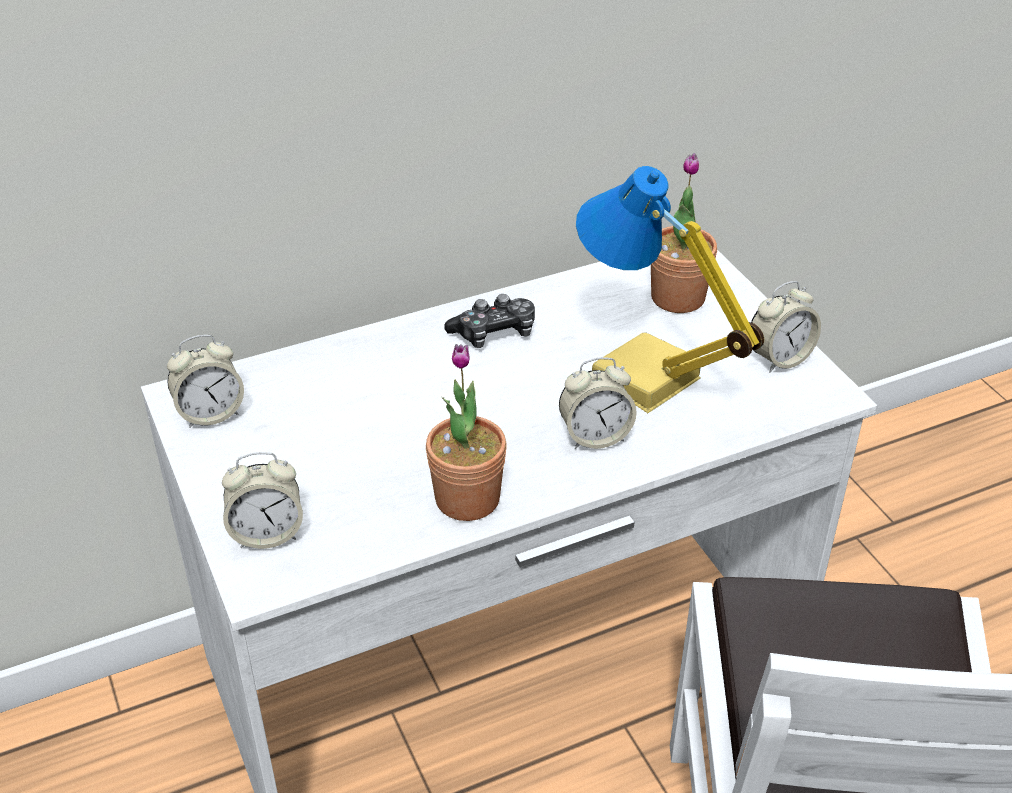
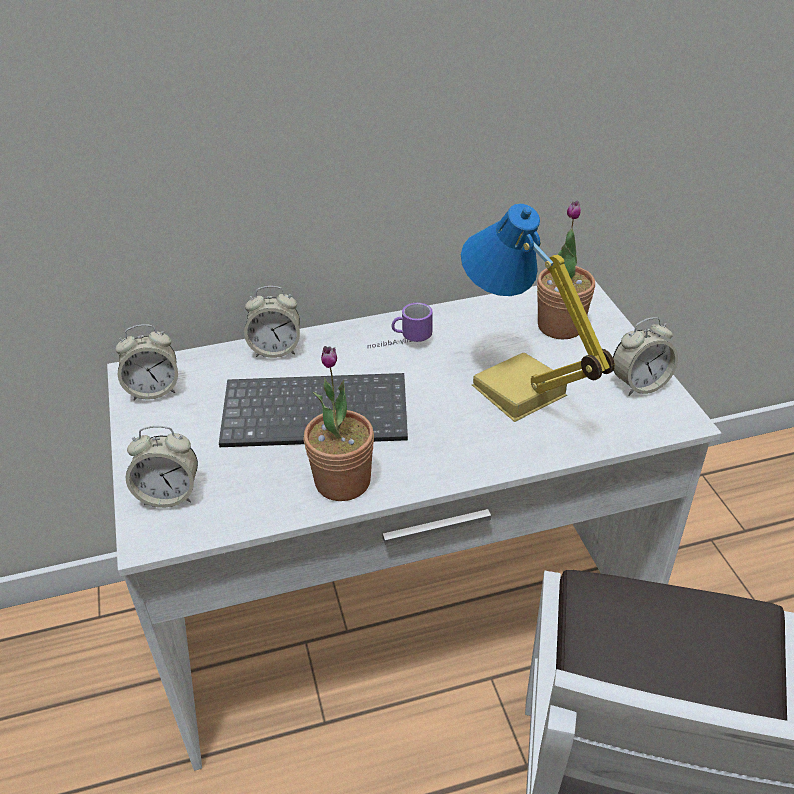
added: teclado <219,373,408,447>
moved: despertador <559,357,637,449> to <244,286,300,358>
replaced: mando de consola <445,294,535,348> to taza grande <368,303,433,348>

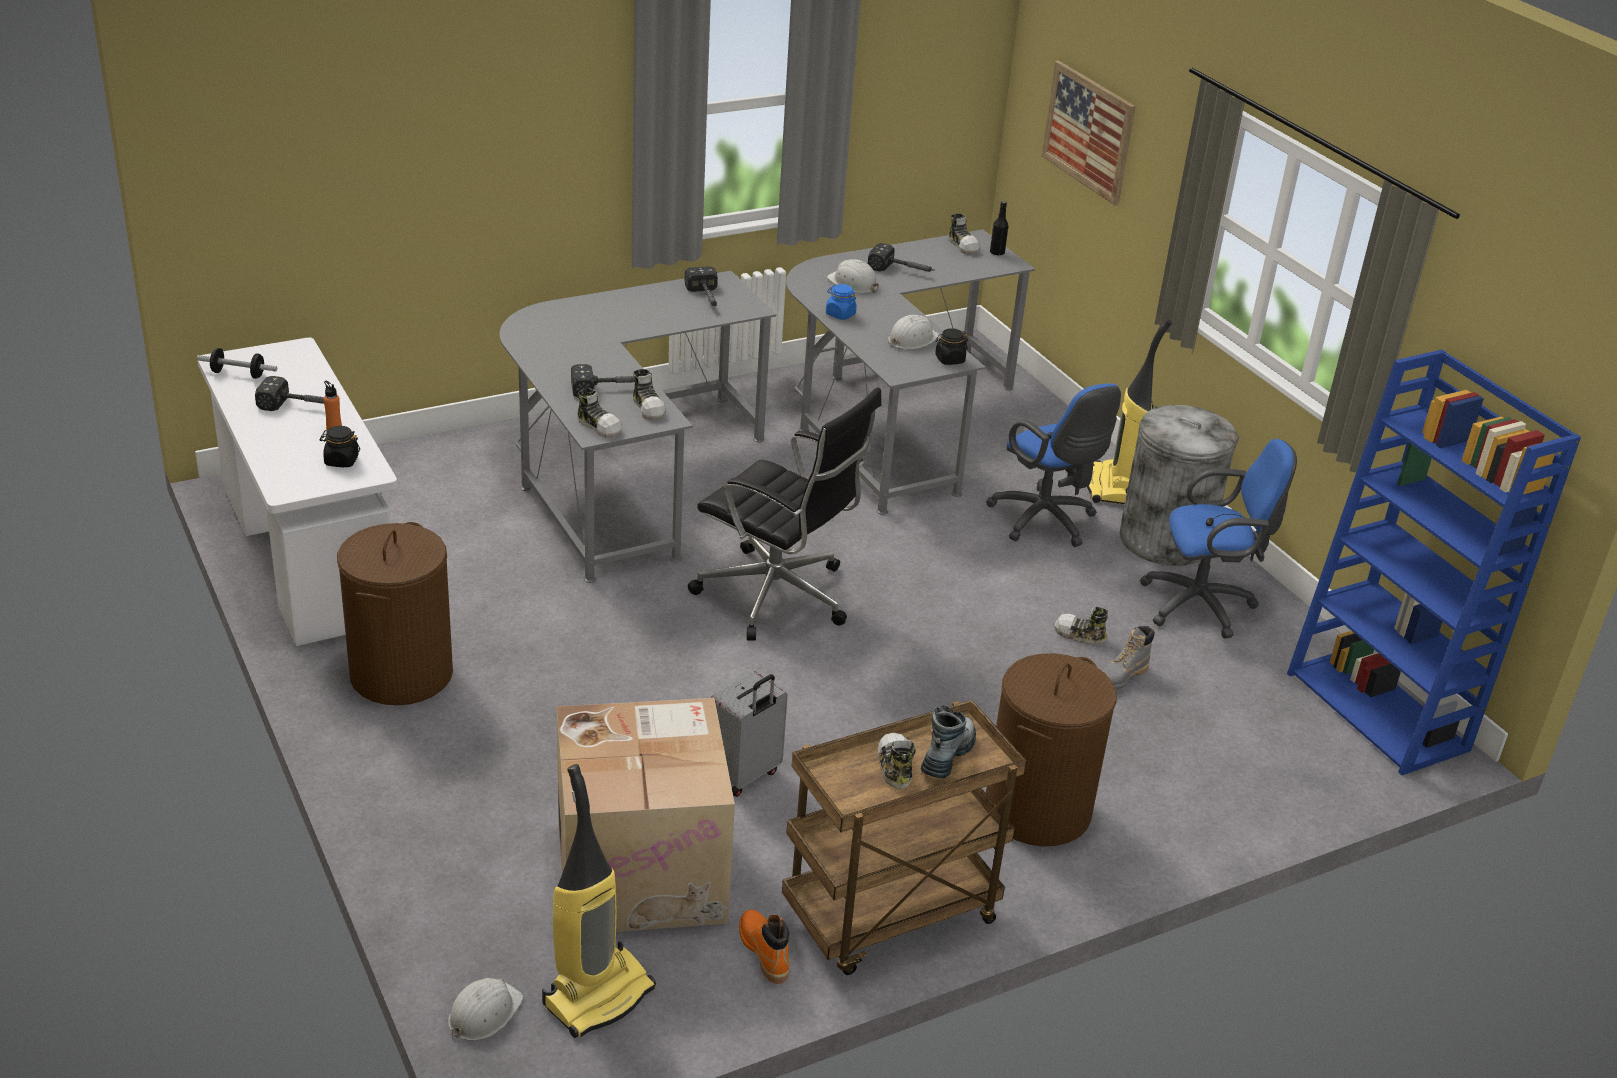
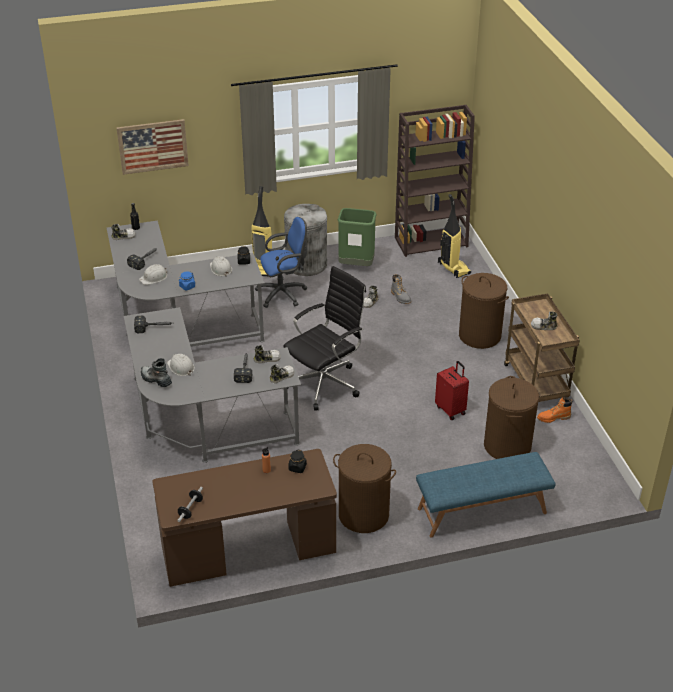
removed: martillo <255,376,324,411>
added: banco/azul <416,452,556,538>
moved: casco/blanco <448,978,523,1041> to <167,354,195,376>; aspiradora <542,764,656,1038> to <438,194,471,278>; bota <920,705,976,778> to <141,358,172,387>
replaced: caja de cartón <556,698,735,932> to cesto de la ropa/marrón <484,376,539,459>; silla de oficina/azul <1140,439,1297,639> to papelera/verde <338,208,377,266>
recoloured: escritorio/blanco <198,337,397,646> to escritorio/marrón <152,449,337,587>; maleta/gris <711,671,788,797> to maleta/rojo <435,361,469,420>; estantería/azul <1287,350,1581,775> to estantería/marrón <395,105,475,257>

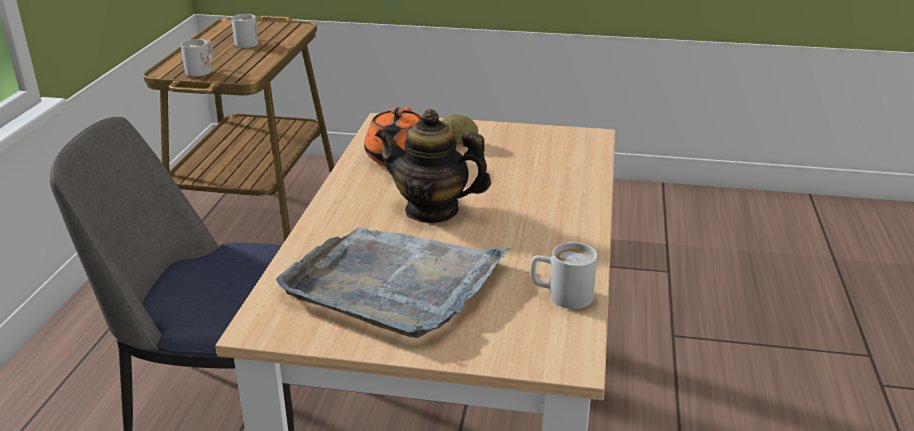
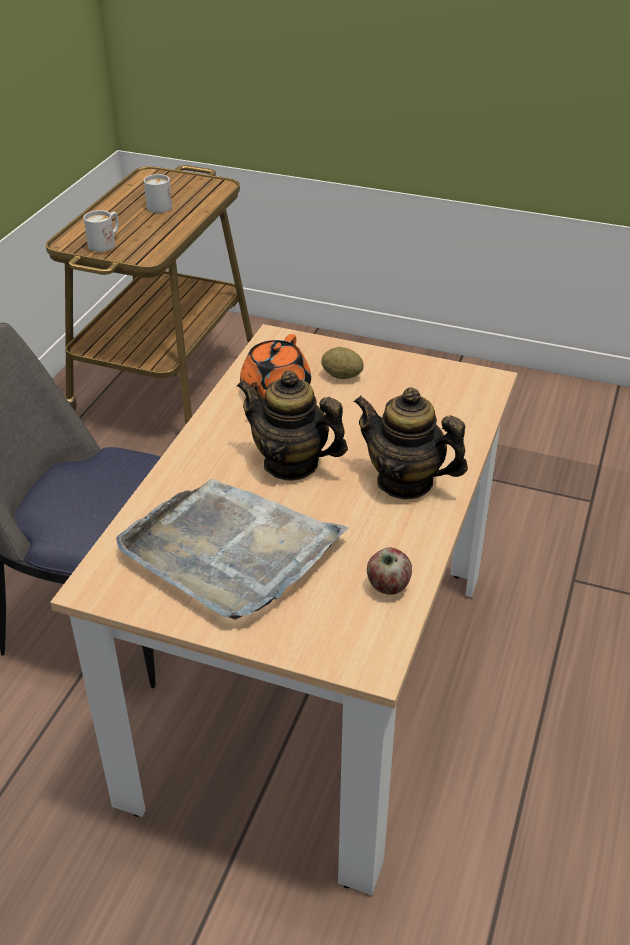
added: tetera <354,387,468,499>
replaced: taza grande/blanco <530,242,597,309> to manzana <367,548,412,595>

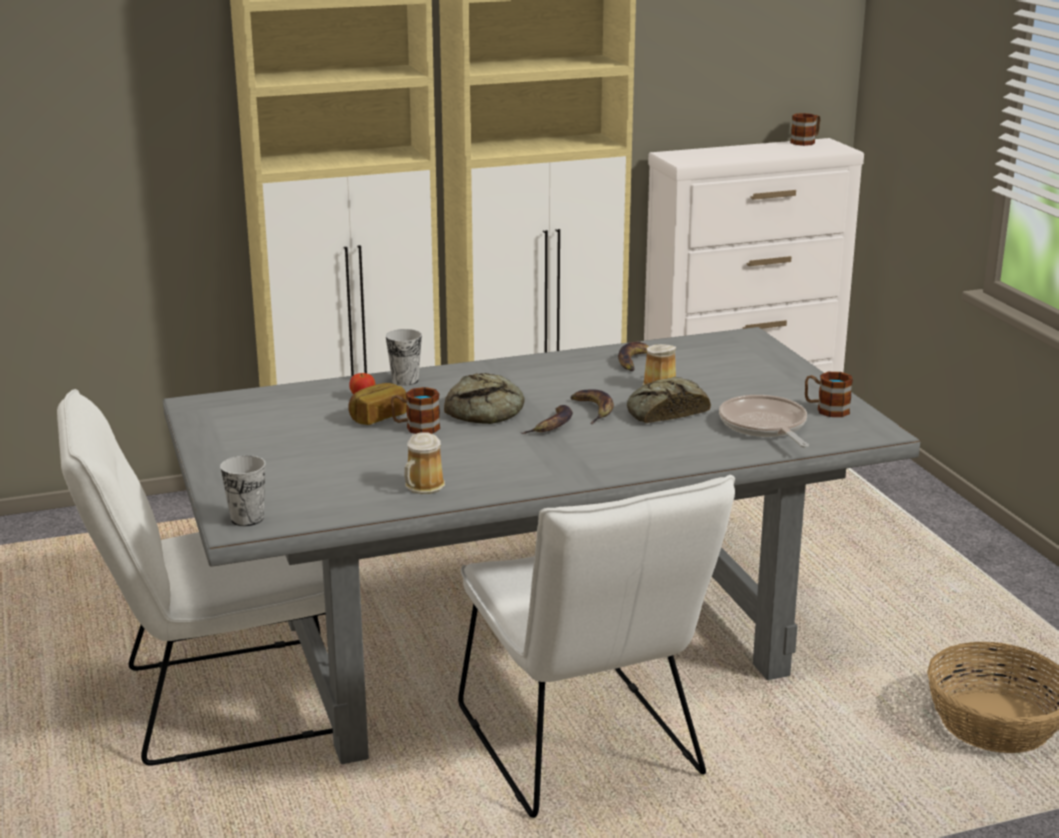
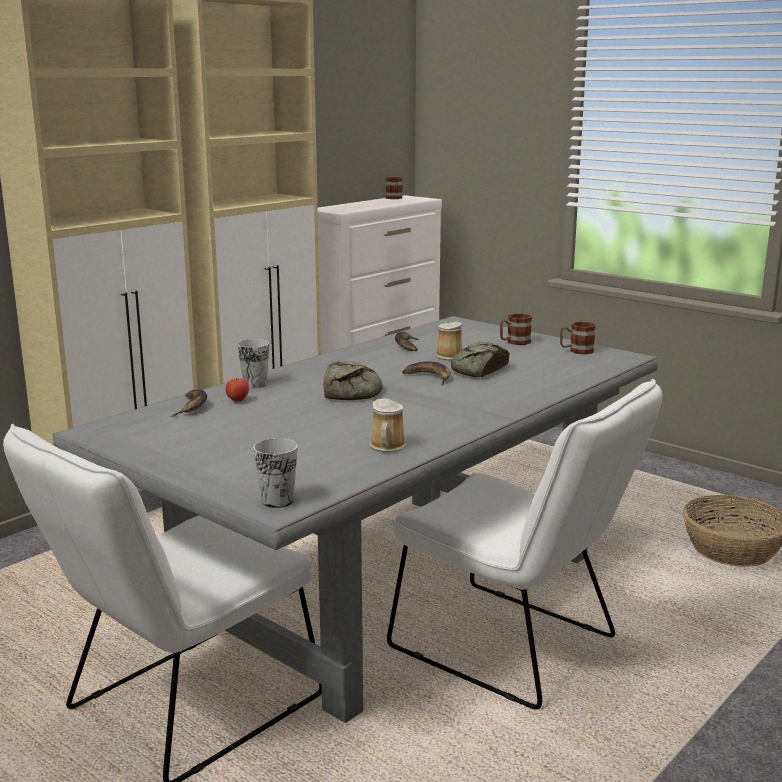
removed: pan <348,383,407,425>; sartén <719,395,809,448>
moved: taza grande <391,387,440,434> to <500,314,532,345>; plátano <521,405,573,434> to <171,389,207,417>

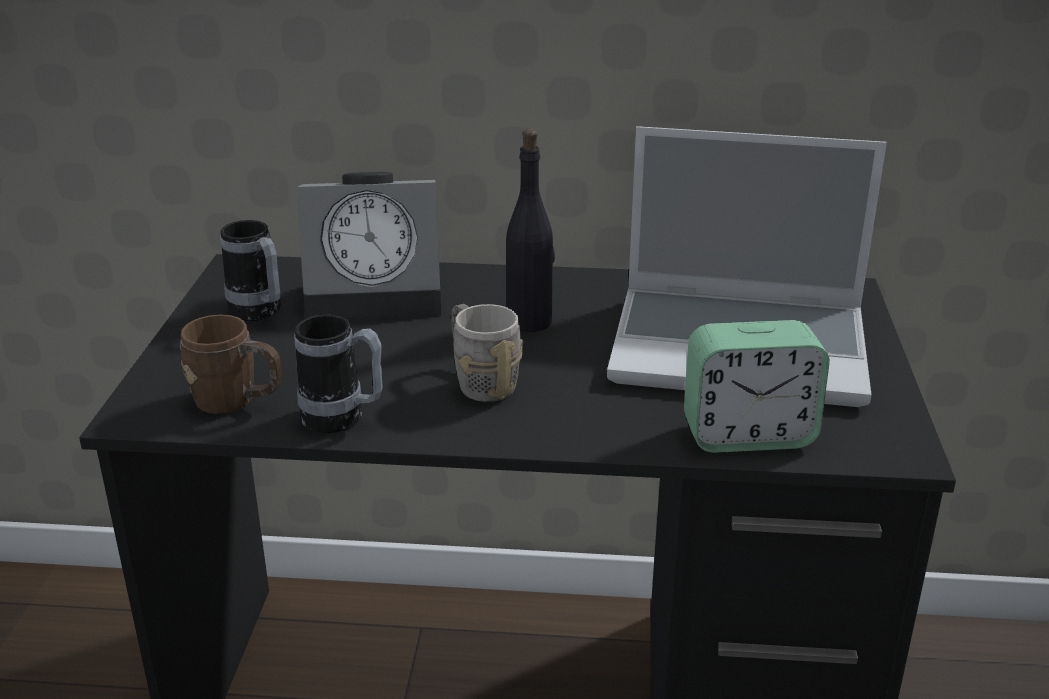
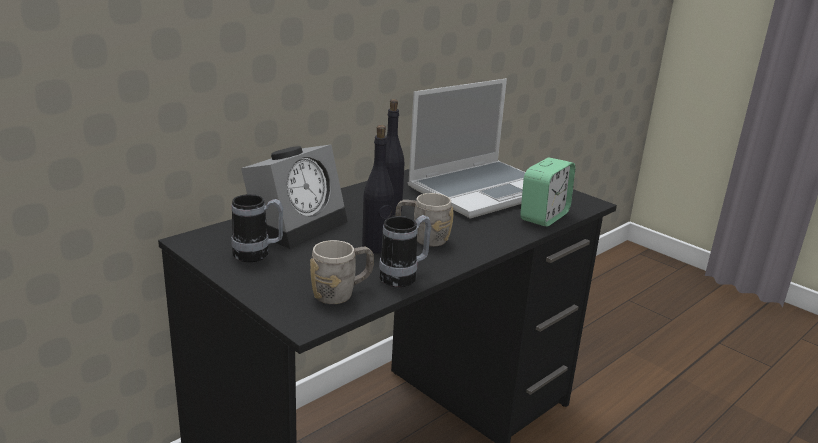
added: botella/negro <362,125,394,254>
recoloured: taza grande/marrón <180,315,282,414> to taza grande/gris <310,240,374,304>

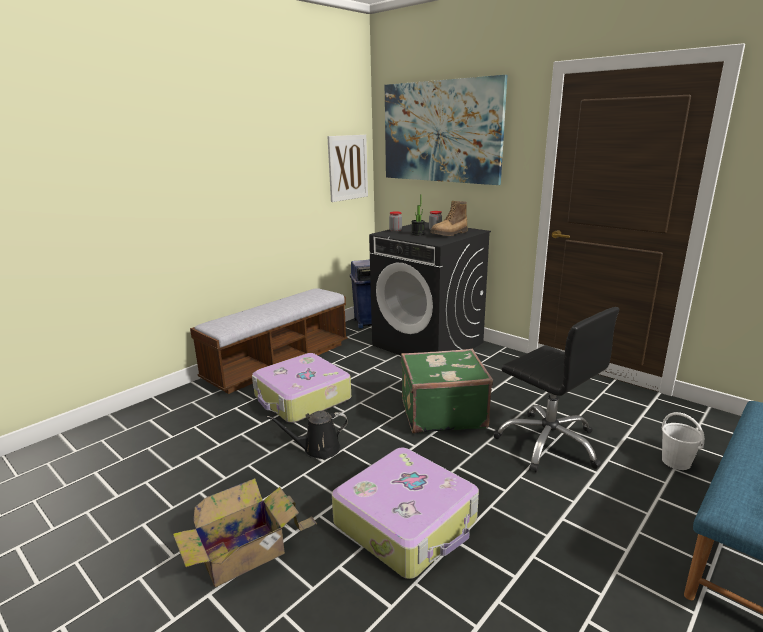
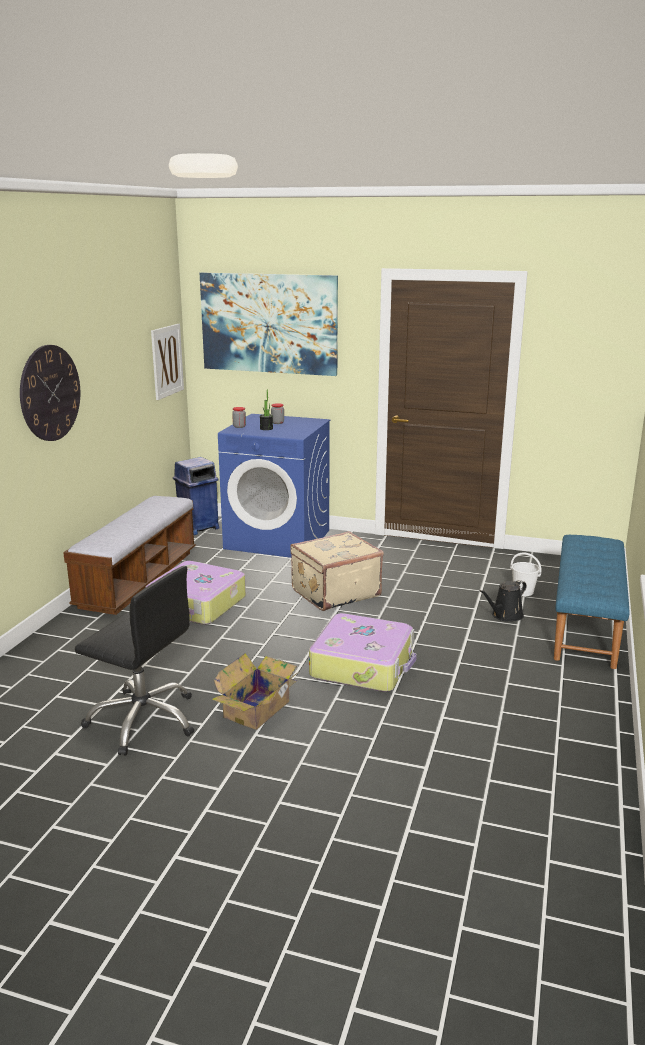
removed: bota <430,201,468,236>
added: reloj de pared <20,345,80,441>
moved: regadera/negro <267,411,348,459> to <480,580,527,622>; silla de oficina/negro <493,307,619,473> to <75,566,194,755>
recoloured: lavadora/negro <369,222,491,355> to lavadora/azul <218,414,330,558>; maleta/verde <401,349,493,434> to maleta/beis <291,531,384,611>

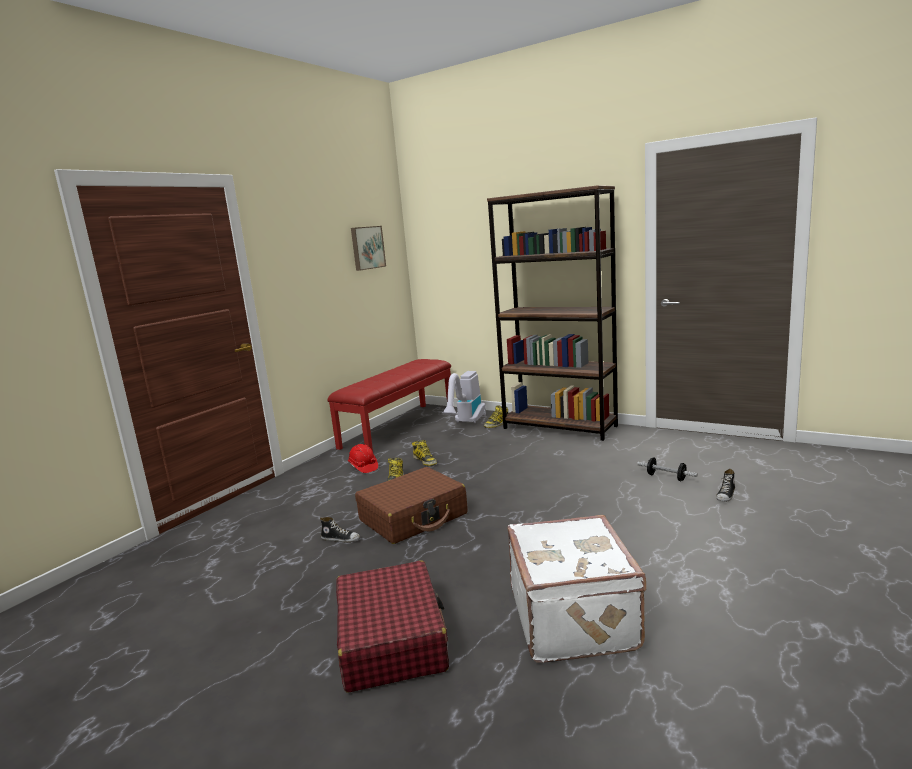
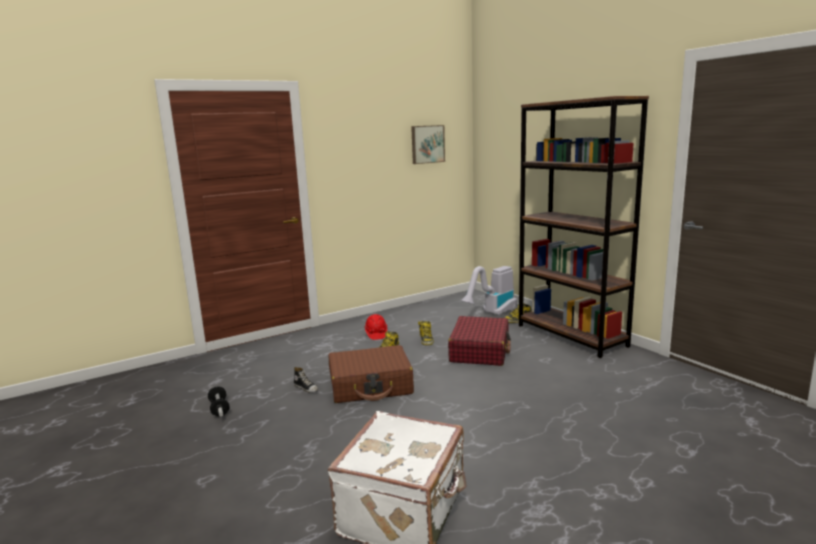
removed: banco/rojo <328,359,451,451>; zapato <716,469,735,502>
moved: maleta/rojo <336,560,449,693> to <448,316,511,366>; mancuerna <637,457,698,481> to <208,386,229,416>

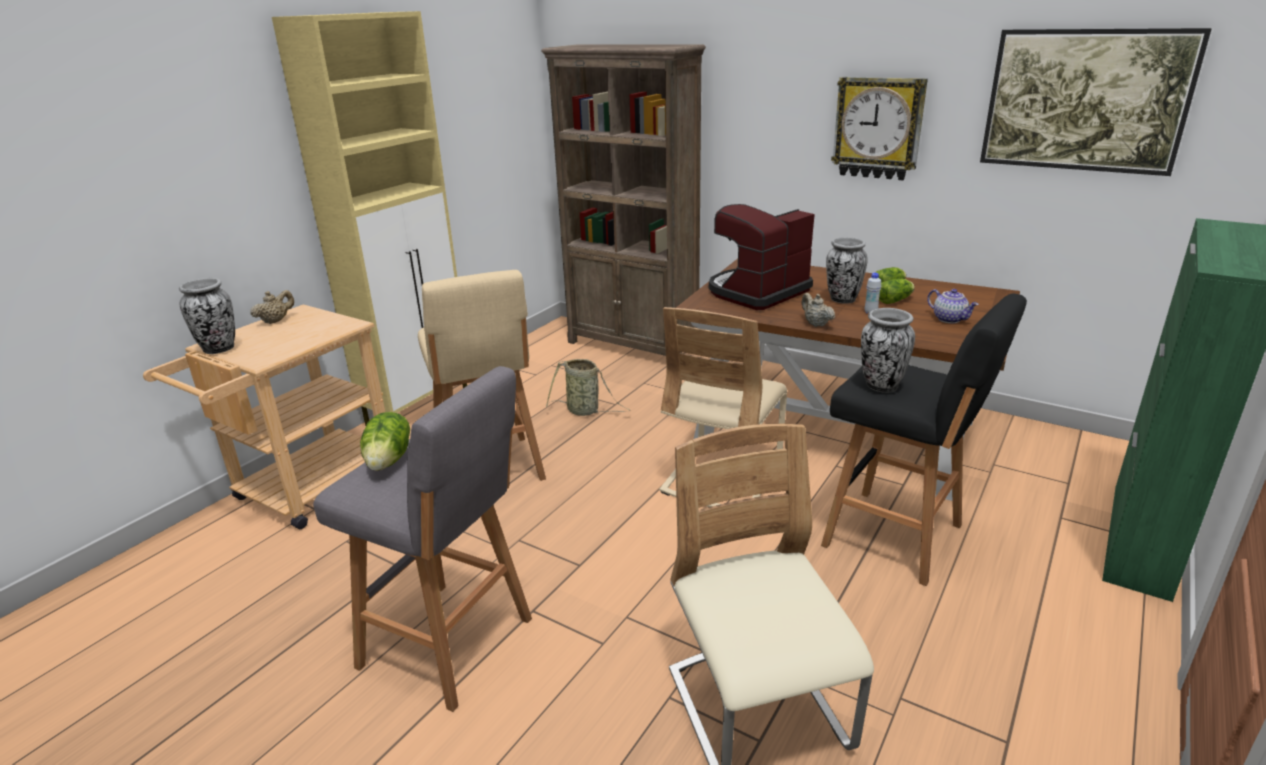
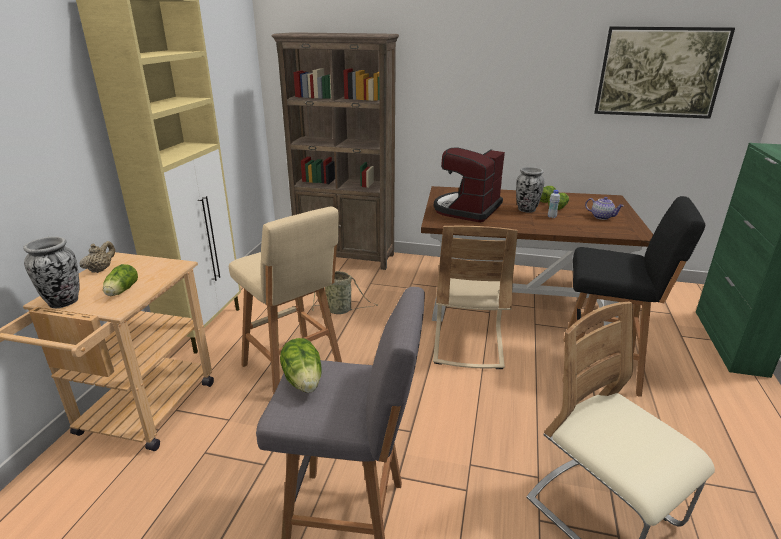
removed: tetera/beis <802,293,835,327>; reloj de pared <831,77,928,180>; florero <861,308,915,393>
added: lechuga <103,264,138,296>

